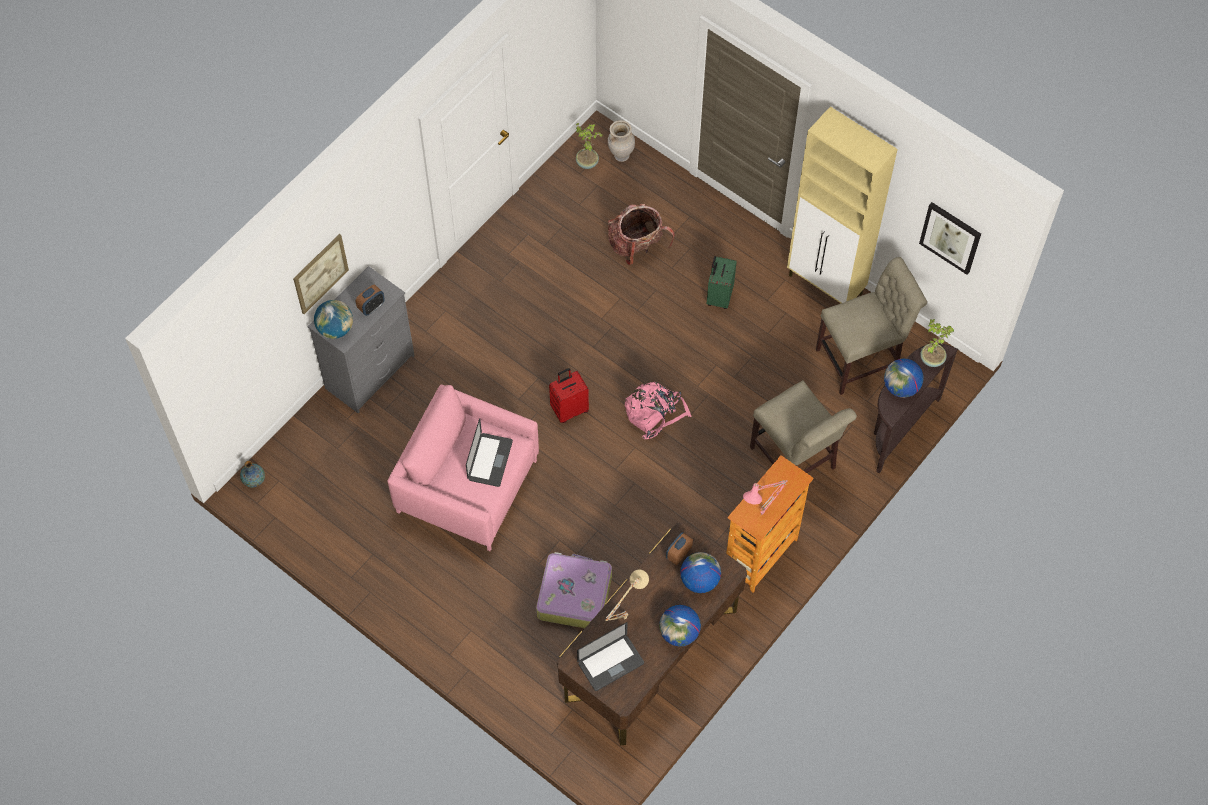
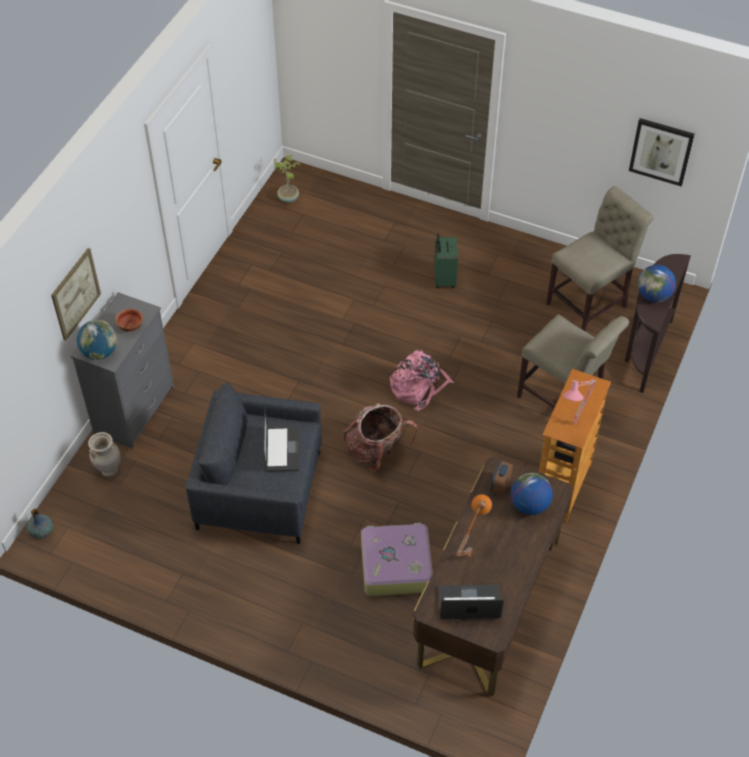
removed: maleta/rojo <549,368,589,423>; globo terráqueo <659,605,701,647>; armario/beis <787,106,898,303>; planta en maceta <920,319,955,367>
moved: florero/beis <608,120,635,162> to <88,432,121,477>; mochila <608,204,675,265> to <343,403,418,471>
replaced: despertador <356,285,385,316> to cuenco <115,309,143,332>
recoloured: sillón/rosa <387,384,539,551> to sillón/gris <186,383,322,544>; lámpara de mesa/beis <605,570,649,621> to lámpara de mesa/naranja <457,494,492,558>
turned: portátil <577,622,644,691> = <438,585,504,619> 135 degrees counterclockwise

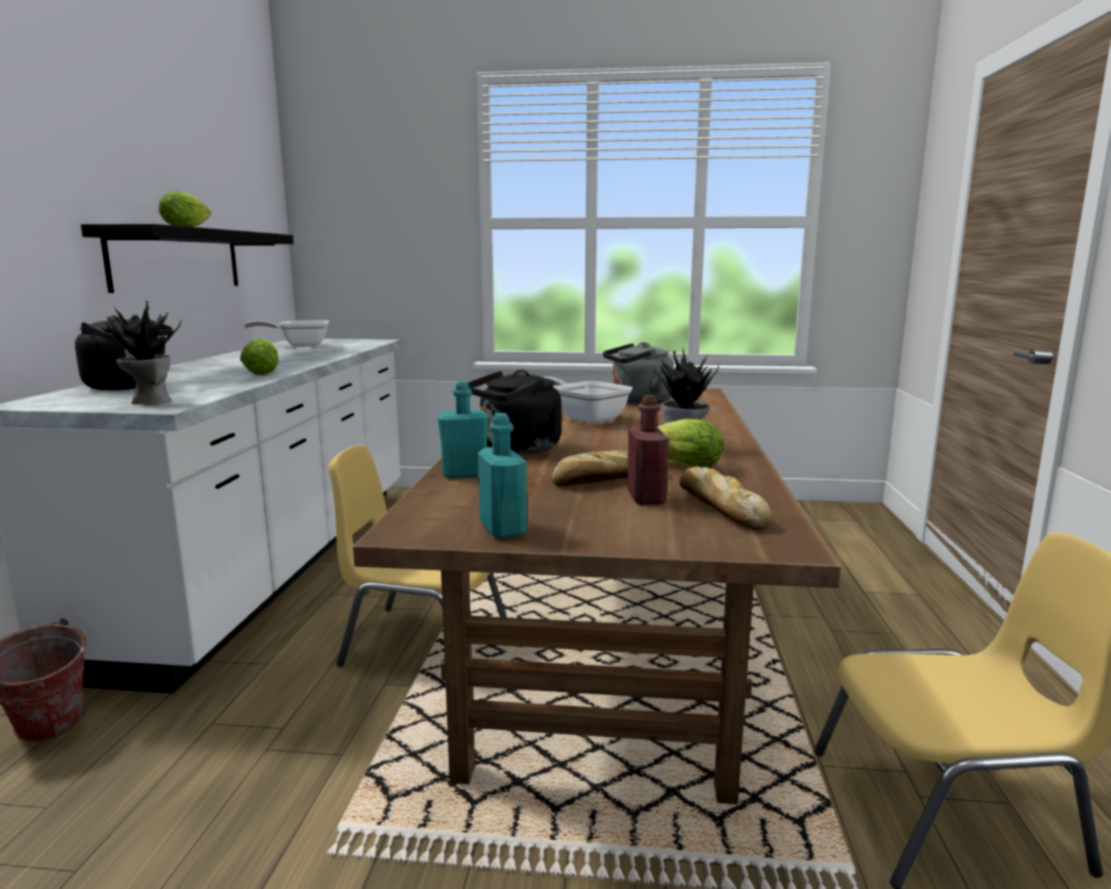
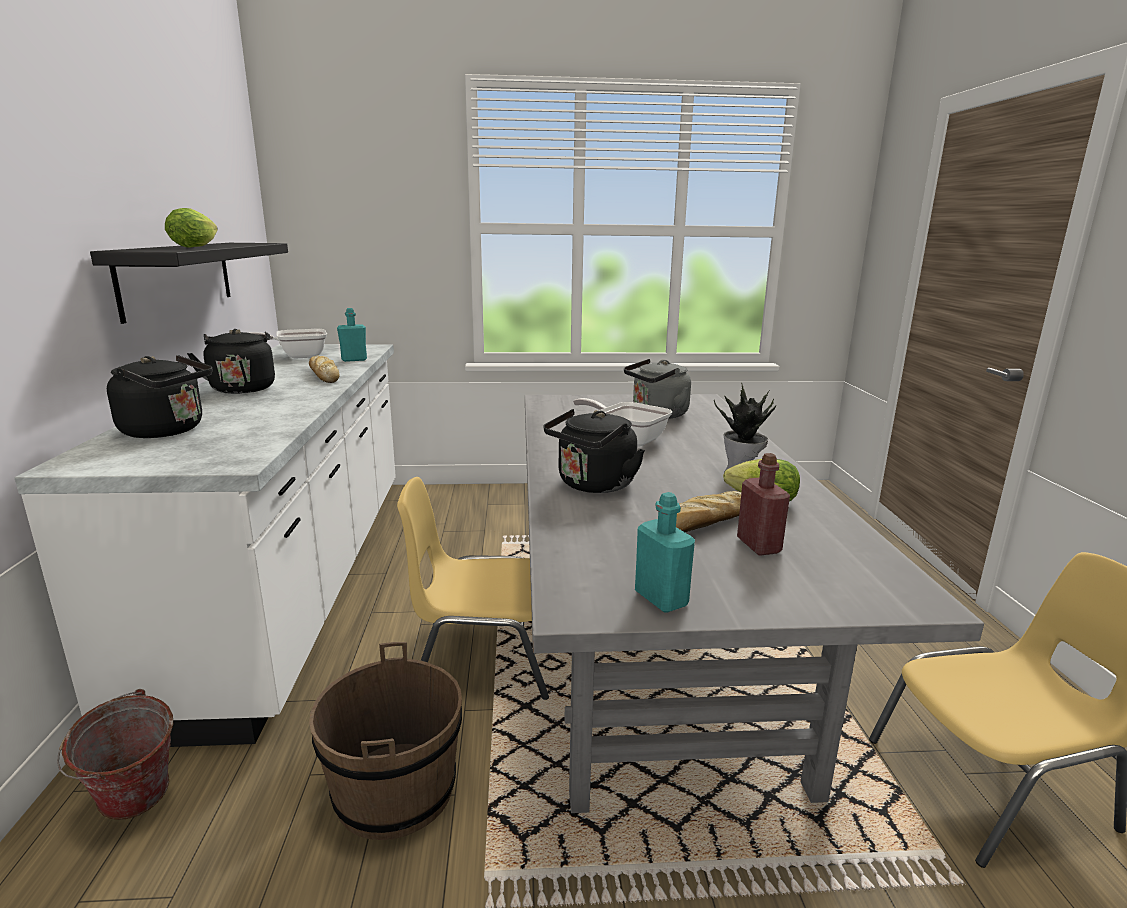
removed: planta en maceta <107,301,181,405>; lechuga <240,338,279,375>
added: hervidor/negro <187,329,275,394>; cubo/marrón <309,642,462,840>
moved: botella/turquesa <438,381,489,478> to <337,308,367,362>; pan <679,466,772,530> to <309,356,340,383>
recoloured: mesa de comedor/marrón <353,386,841,805> to mesa de comedor/gris <525,394,984,813>

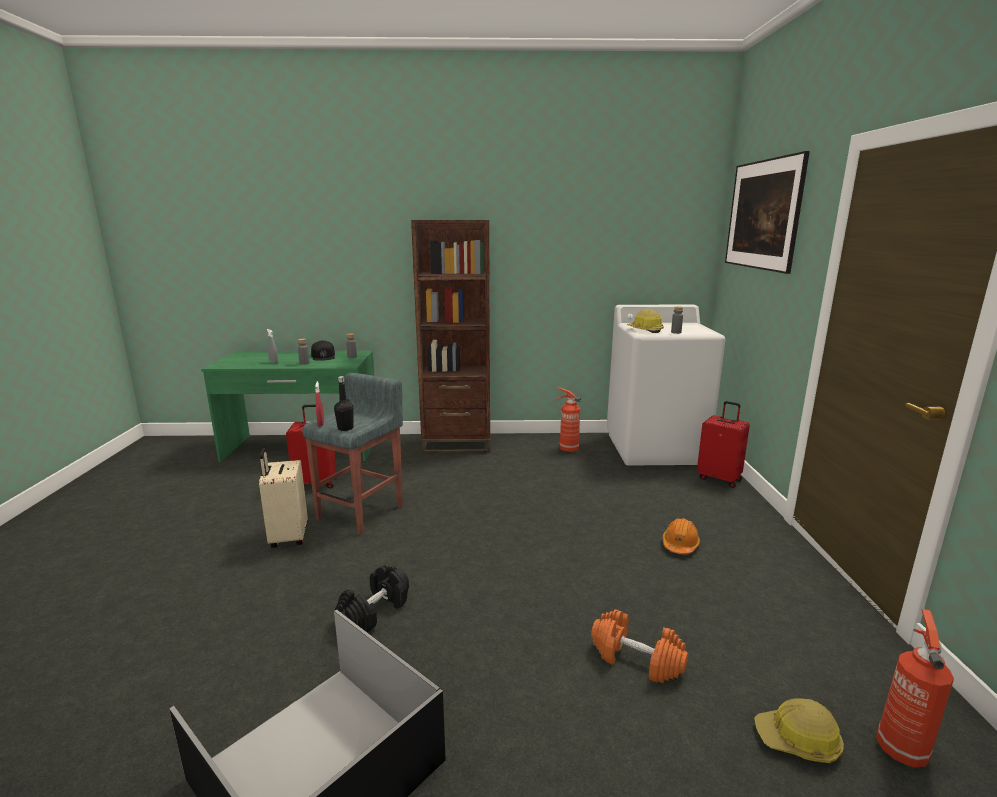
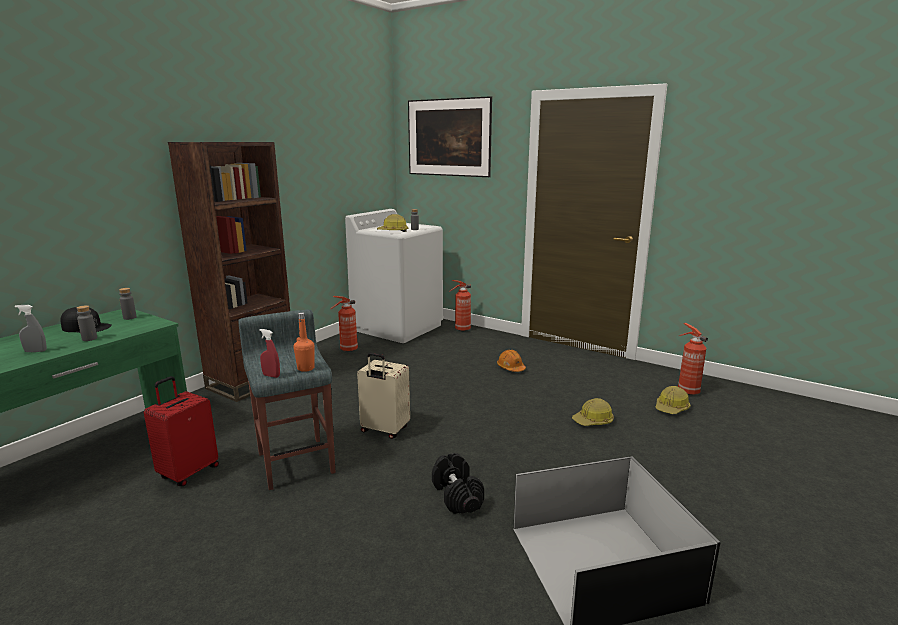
moved: maleta/beis <259,447,308,548> to <357,353,410,439>
replaced: mancuerna/naranja <591,610,688,683> to casco <572,398,614,426>; maleta/rojo <697,401,750,488> to extintor <449,280,471,331>
recoloured: botella/negro <334,376,354,431> to botella/naranja <294,312,315,372>

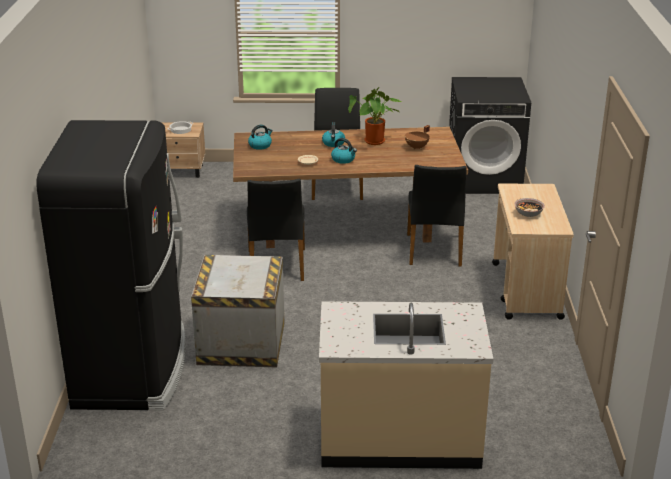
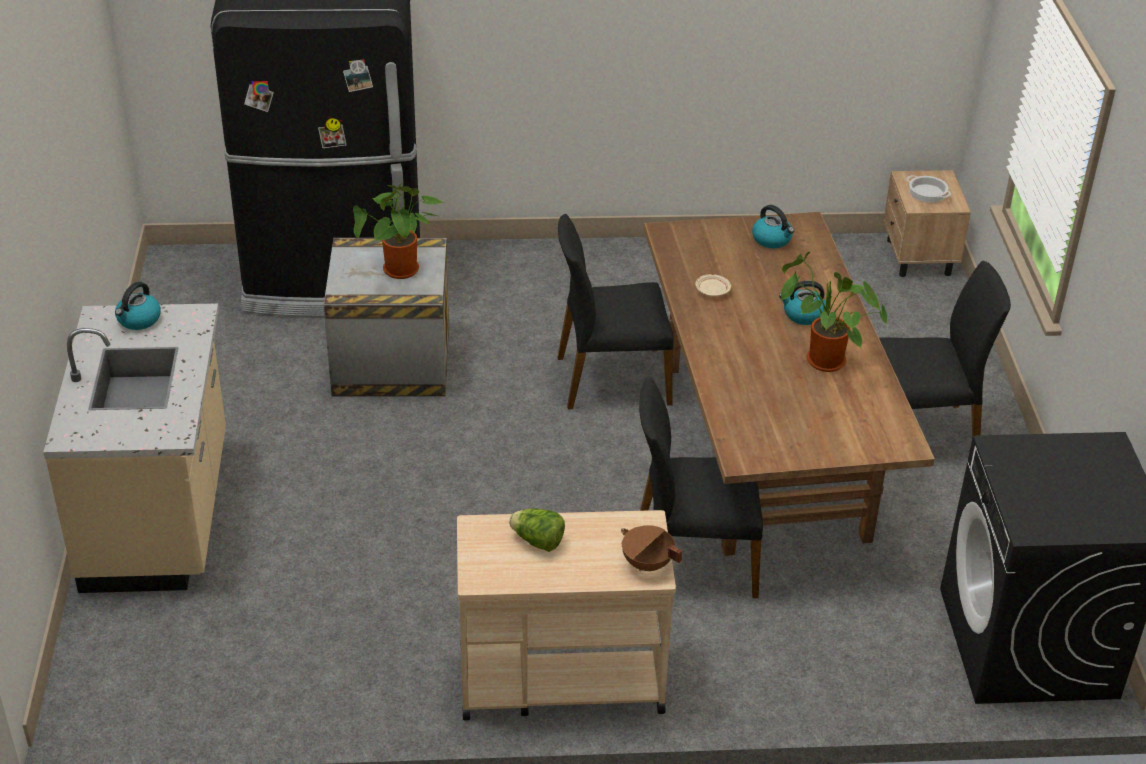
added: planta en maceta <353,182,444,279>
moved: hervidor <331,138,357,164> to <115,282,161,330>; olla/marrón <405,125,430,150> to <621,525,683,571>
replaced: cuenco <514,198,545,217> to lechuga <509,508,565,552>

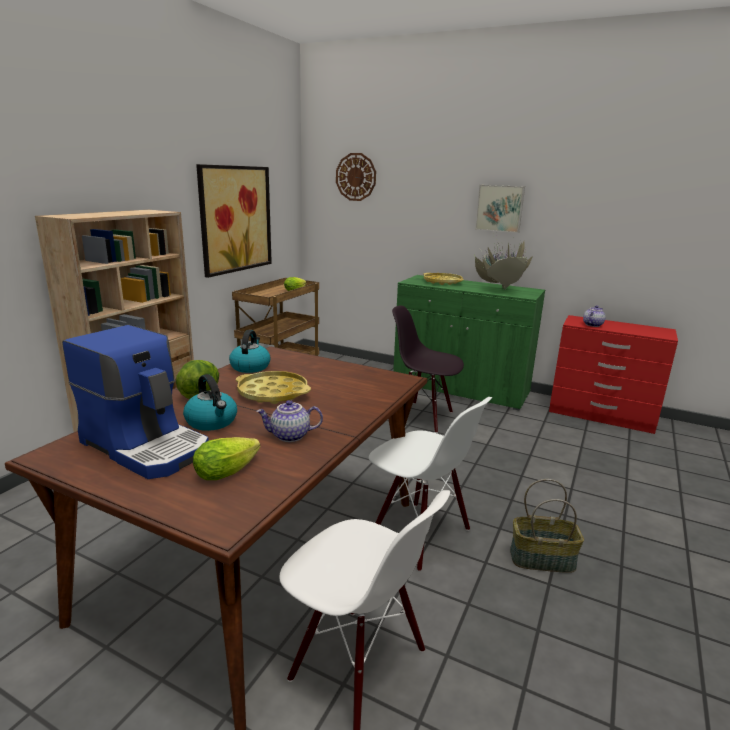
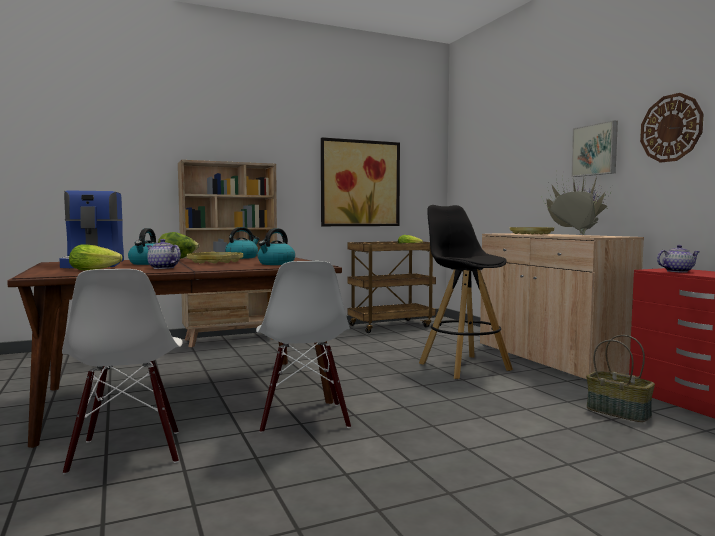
added: hervidor <258,228,295,265>
moved: reloj de pared <336,153,376,201> to <640,93,704,163>; cesta <510,479,584,573> to <586,335,655,422>
replaced: silla/negro <392,305,464,433> to taburete/negro <419,205,513,379>
recoloured: armario/verde <393,275,545,411> to armario/beis <480,233,644,382>

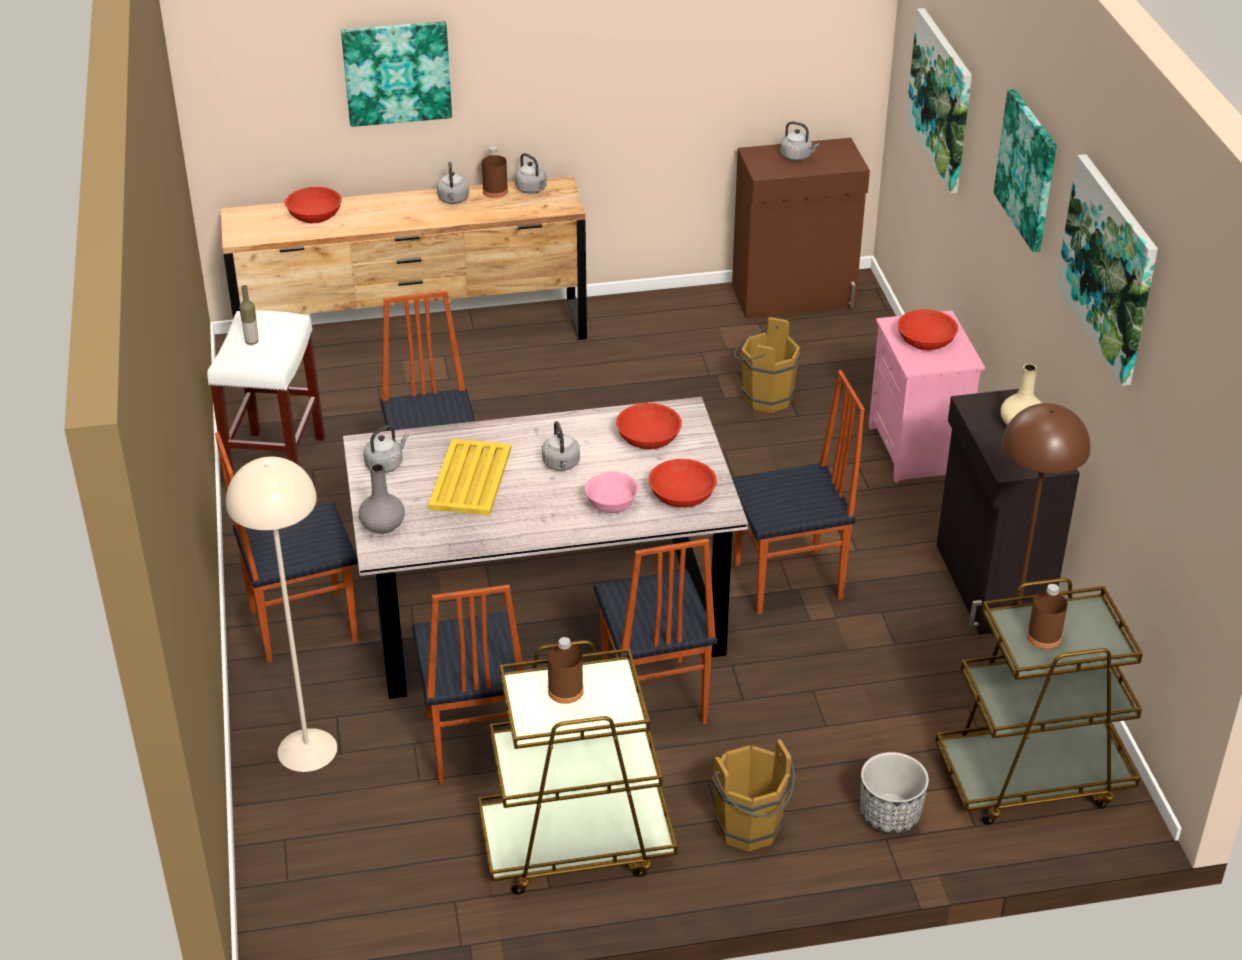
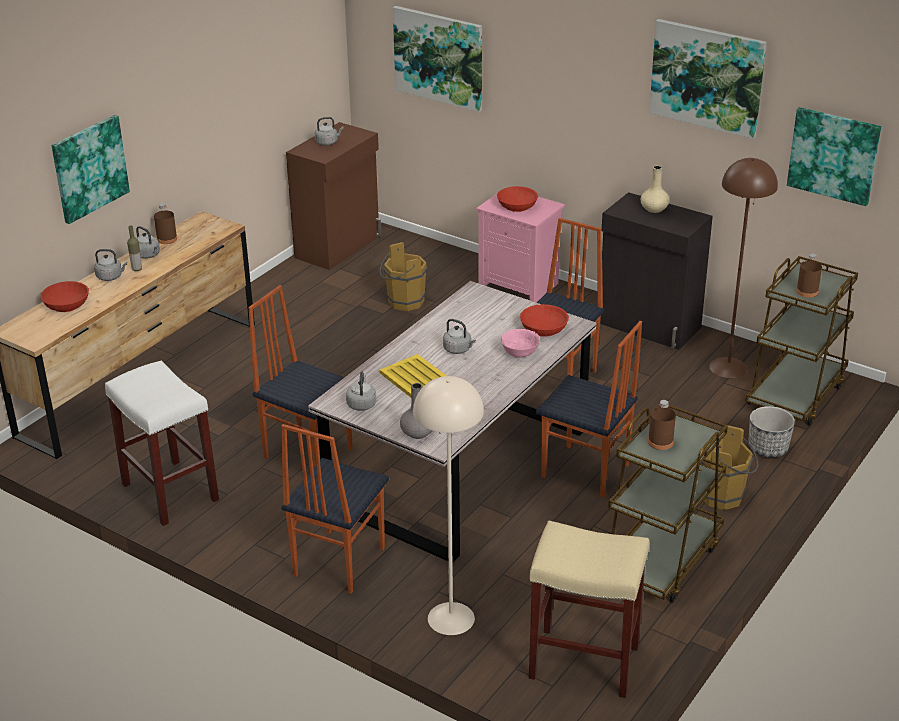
removed: silla <412,585,525,784>; cuenco/rojo <616,403,682,449>
added: taburete/beis <529,521,649,698>
moved: botella <239,285,259,345> to <127,226,142,271>; hervidor/gris <515,153,547,194> to <94,249,127,281>; cuadro <993,89,1057,252> to <787,107,881,206>

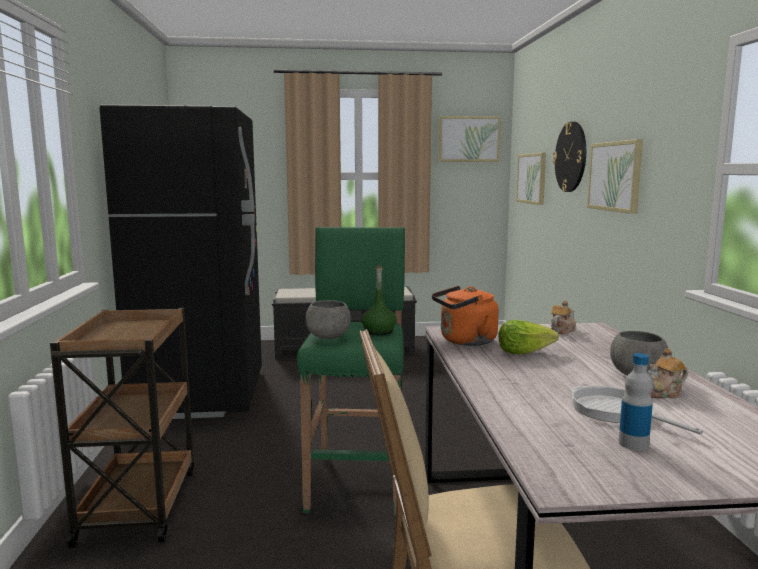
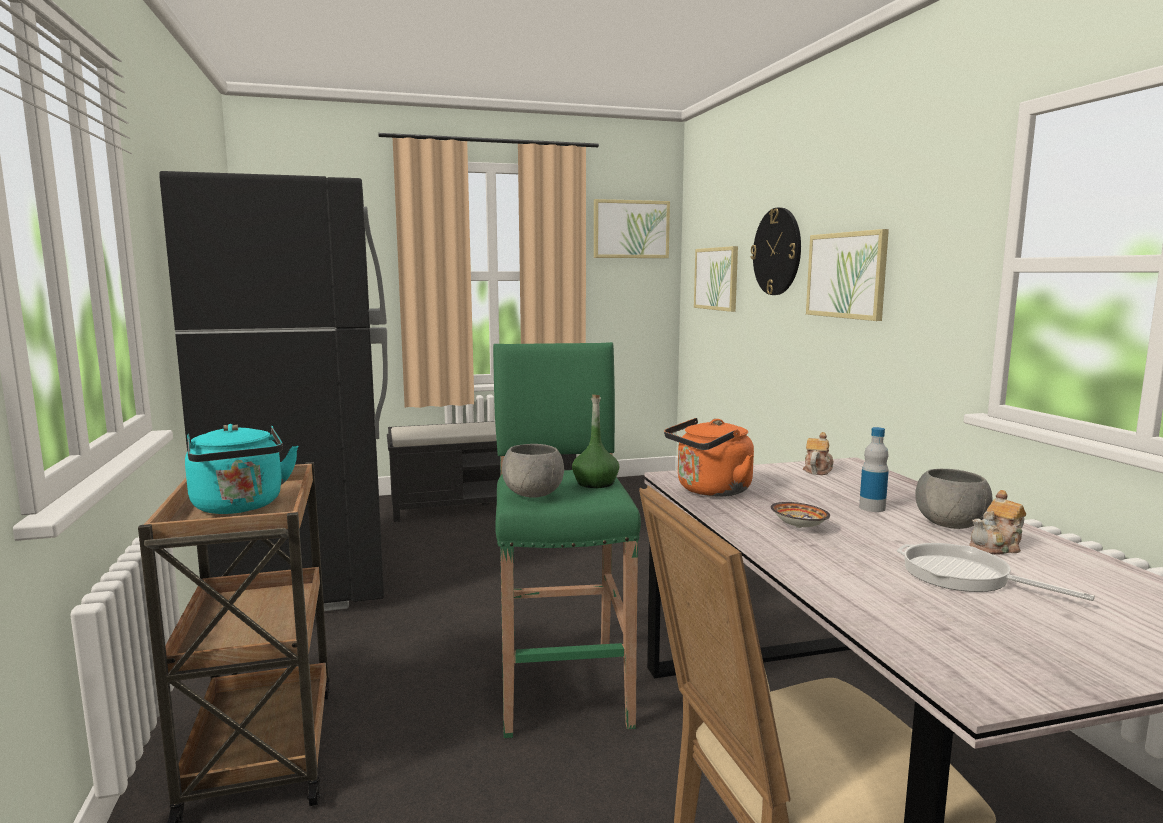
removed: lechuga <499,320,559,354>
added: hervidor/turquesa <185,424,298,514>; cuenco <771,502,830,528>
moved: botella <619,353,653,451> to <859,427,889,512>

